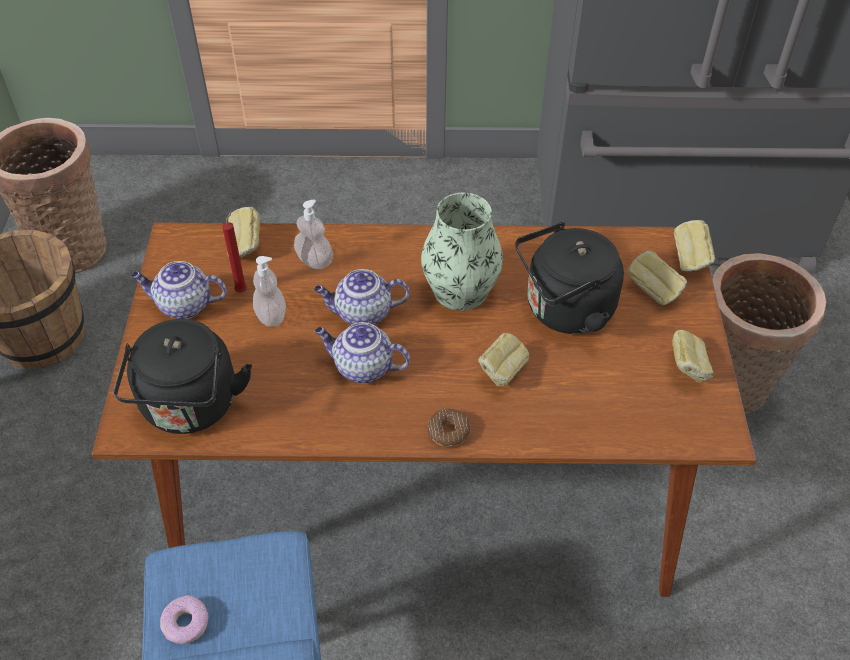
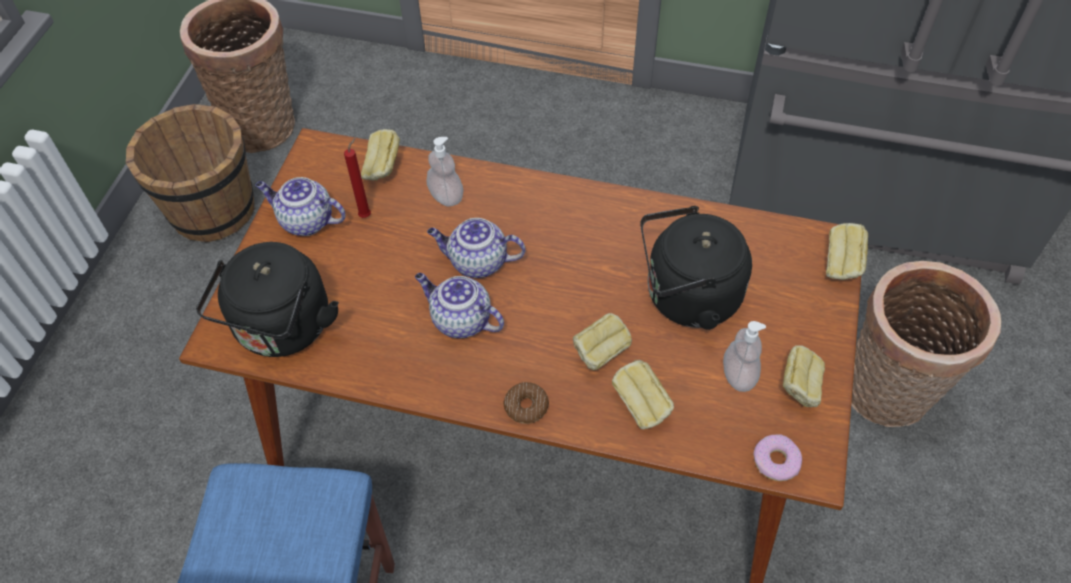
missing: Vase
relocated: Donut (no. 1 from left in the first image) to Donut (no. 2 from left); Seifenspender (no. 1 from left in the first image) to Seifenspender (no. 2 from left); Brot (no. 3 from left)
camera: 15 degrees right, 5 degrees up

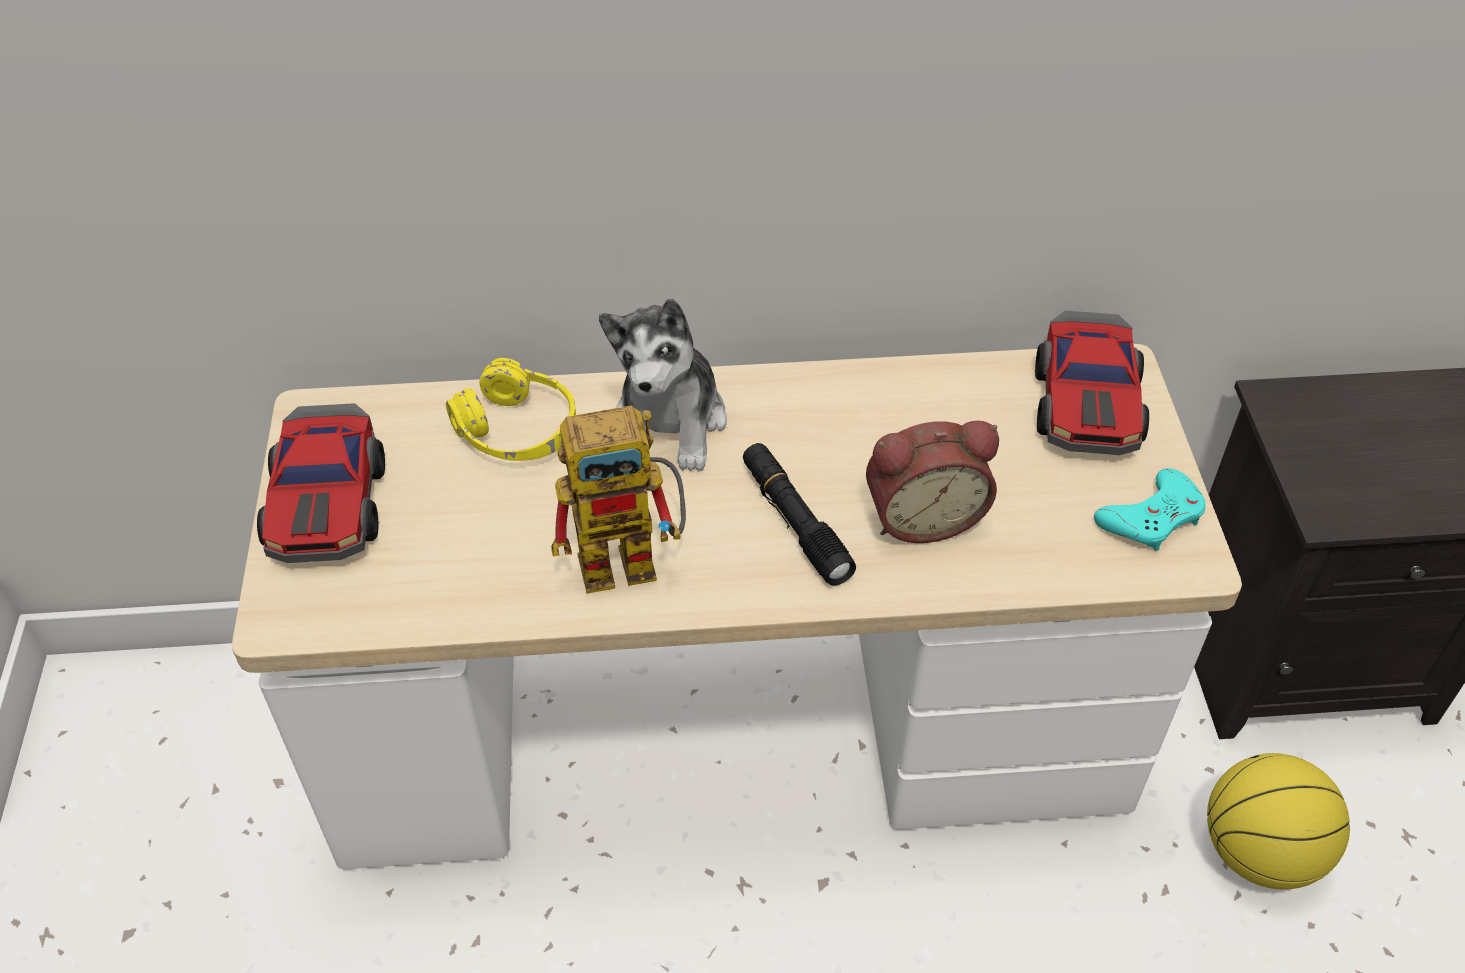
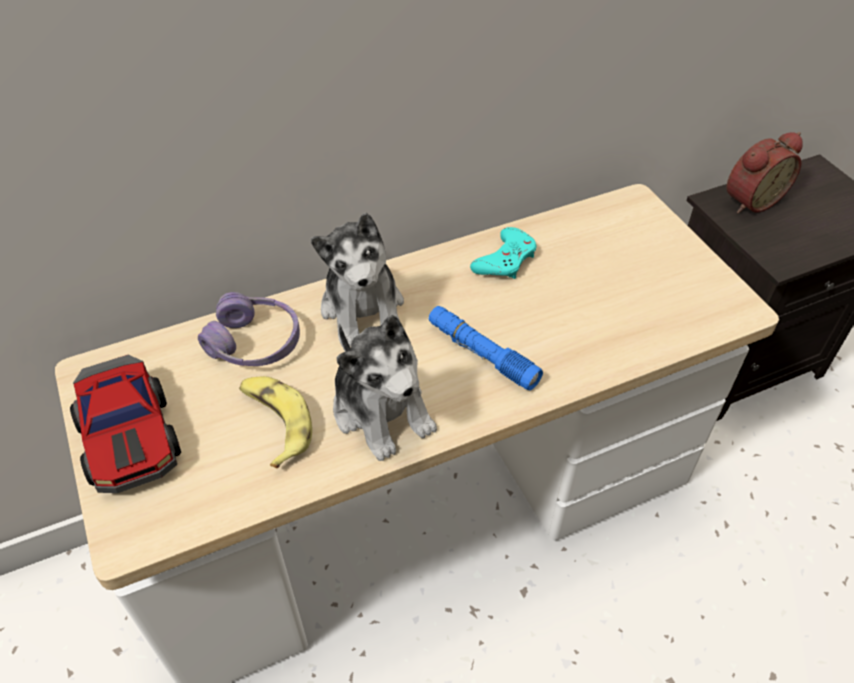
missing: Spielzeugauto (no. 2 from left); Basketball
appeared: Banane
relocated: Wecker; Gamepad/türkis
exchanged: Spielzeugroboter to Plüschtier (no. 2 from left)
colour: Kopfhörer/gelb to Kopfhörer/lila; Taschenlampe/schwarz to Taschenlampe/blau
camera: 20 degrees left, 0 degrees up

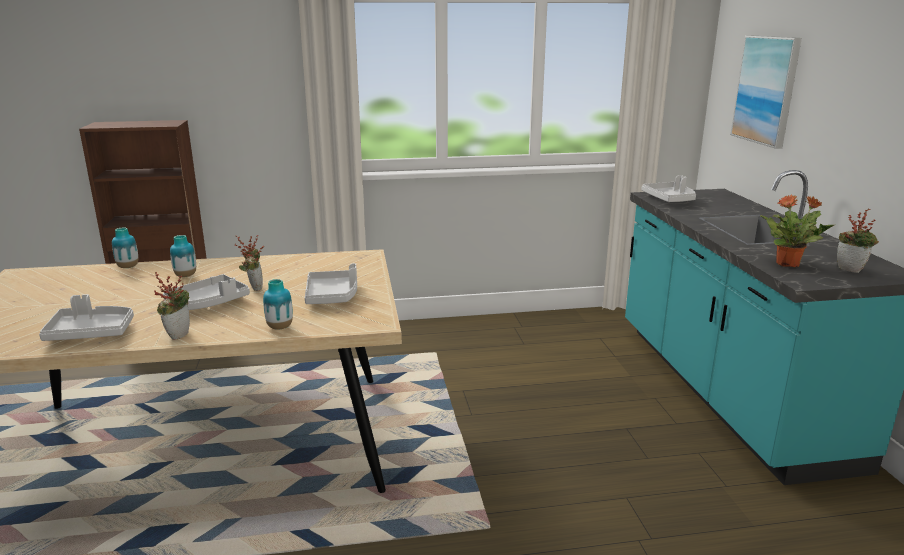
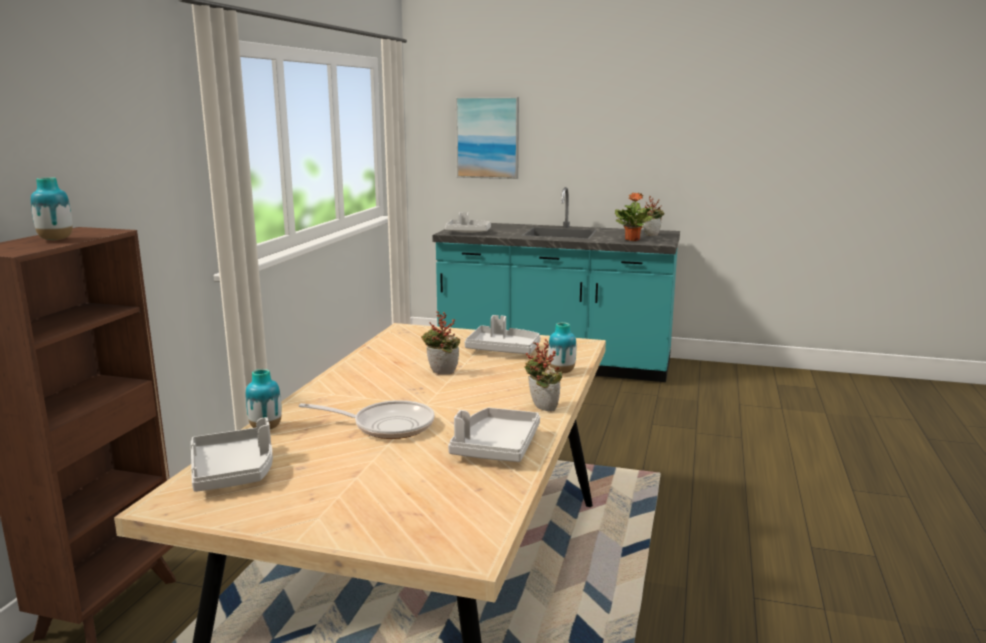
appeared: Pfanne
relocated: Tablett/grau (no. 2 from left in the first image) to Tablett/grau (no. 1 from left); Vase (no. 2 from left in the first image) to Vase (no. 1 from left)
camera: 65 degrees left, 5 degrees down

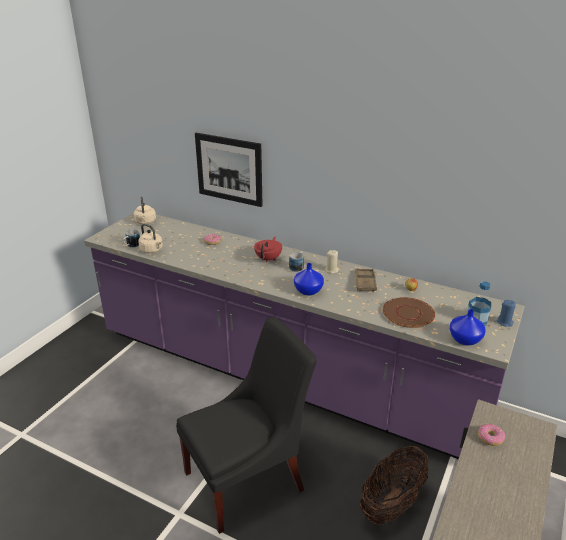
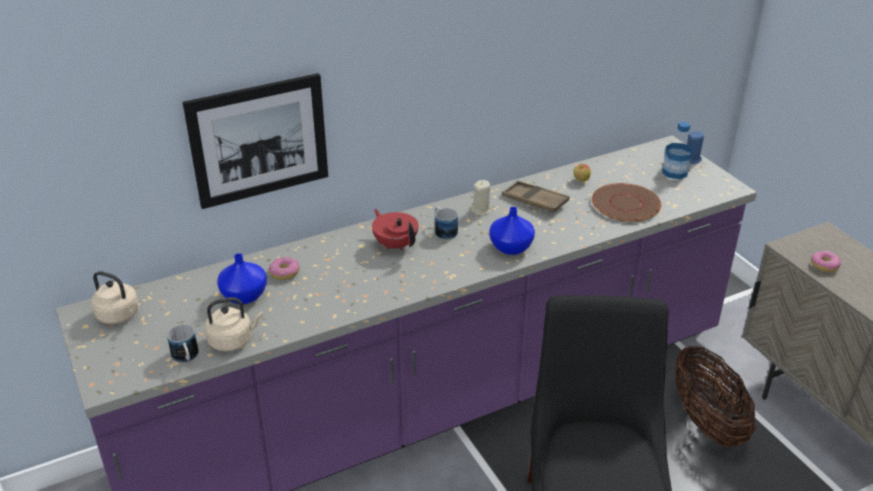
relocated: Vase/blau (no. 2 from left in the first image) to Vase/blau (no. 1 from left)
camera: 55 degrees left, 5 degrees up

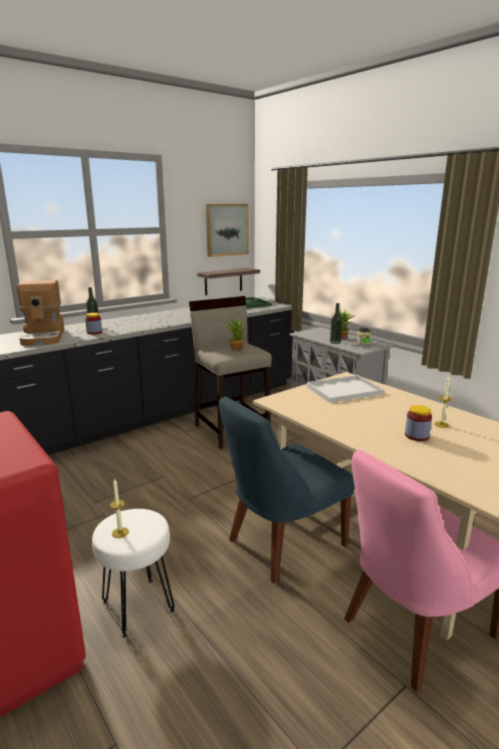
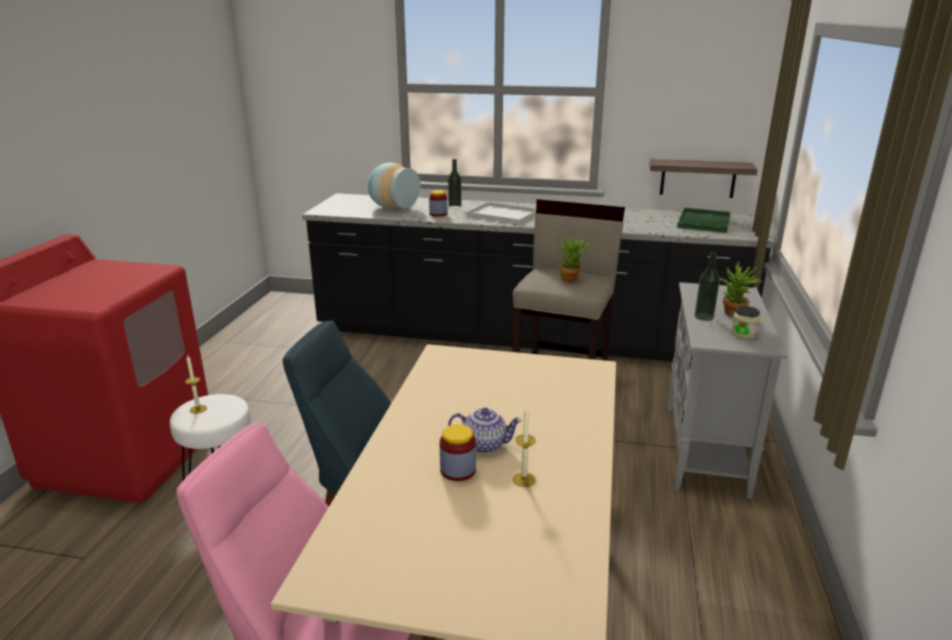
missing: Bild
appeared: Teekanne
relocated: Tablett/weiß
exchanged: Kaffeemaschine to Vase
camera: 50 degrees right, 5 degrees up

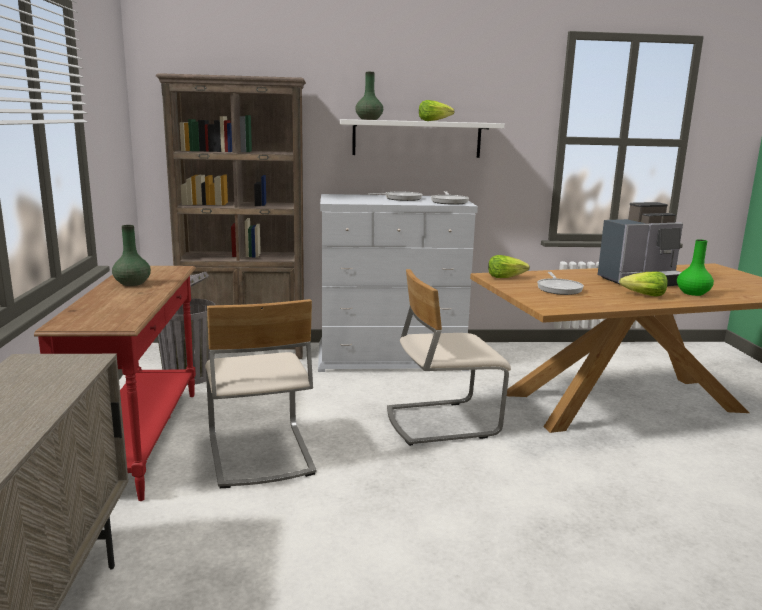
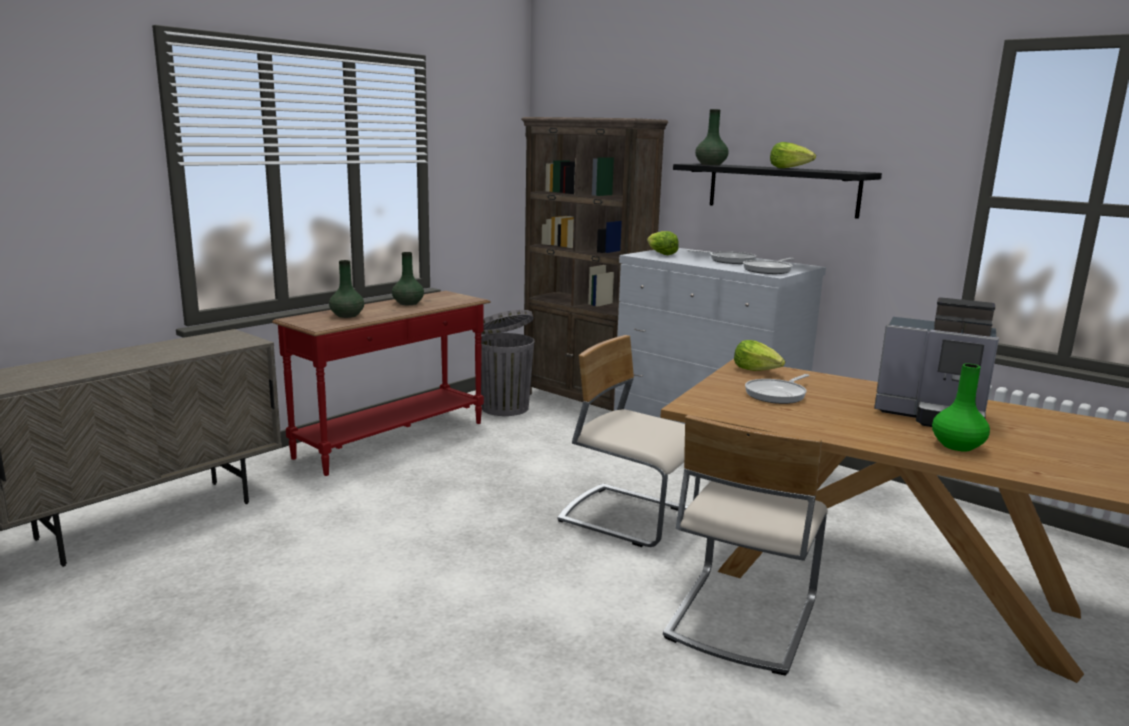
appeared: Vase/grün (no. 1 from left)
relocated: Stuhl/beige (no. 1 from left in the first image) to Stuhl/beige (no. 2 from left); Salatkopf (no. 3 from left in the first image) to Salatkopf (no. 1 from left)
colour: Wandregal/weiß to Wandregal/schwarz
camera: 45 degrees right, 0 degrees up

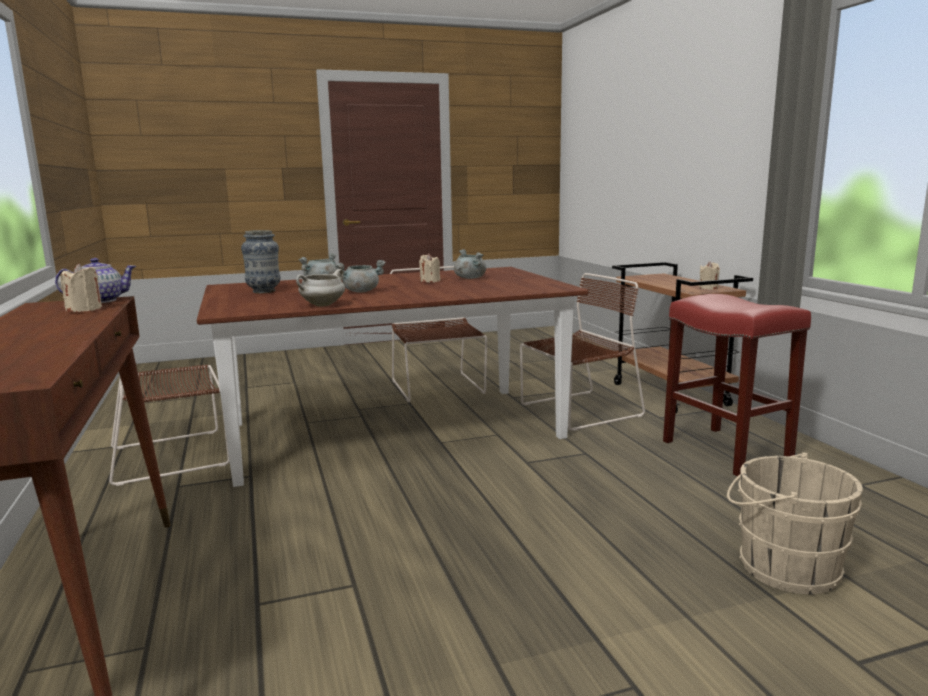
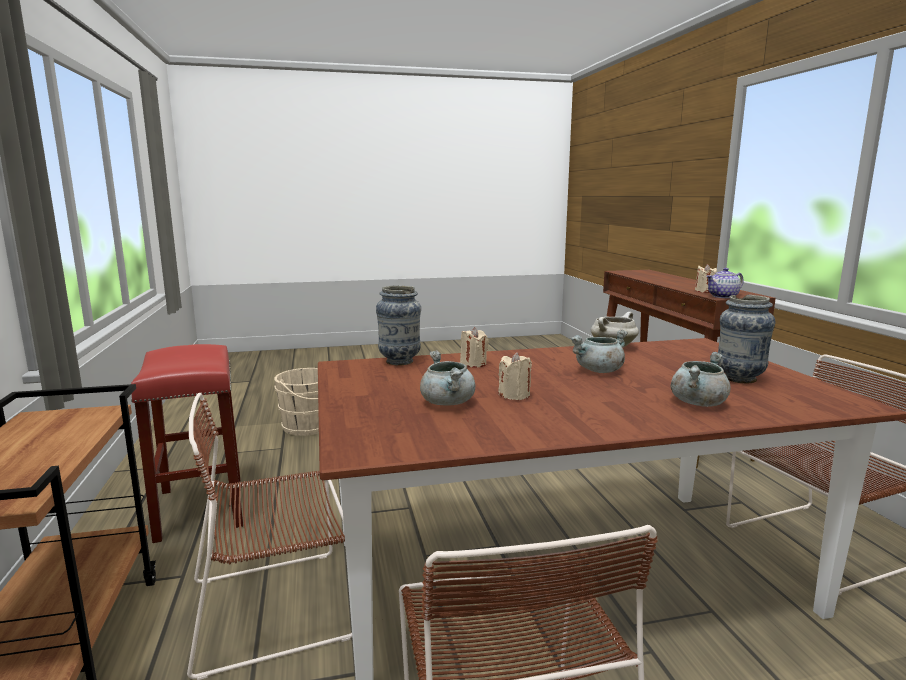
appeared: Vase (no. 1 from left)
relocated: Kerze/beige (no. 3 from left in the first image) to Kerze/beige (no. 1 from left)
camera: 175 degrees left, 0 degrees up

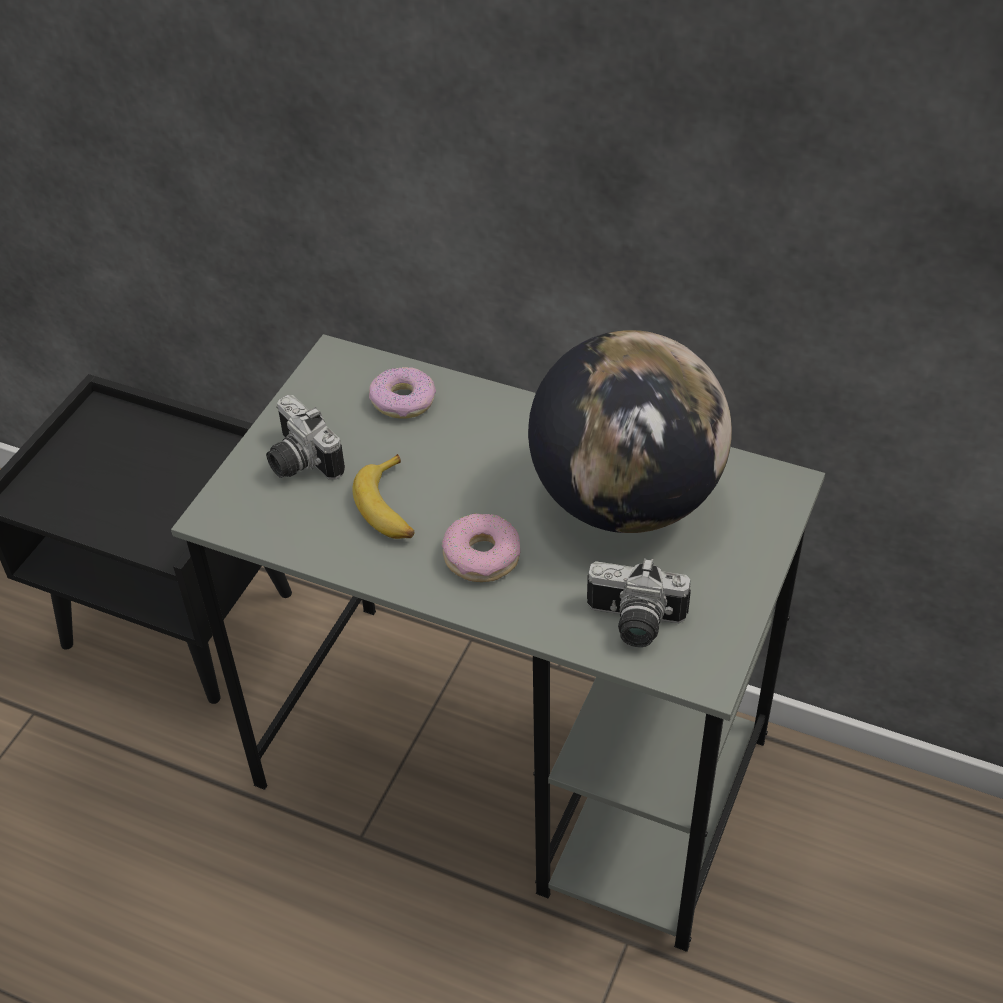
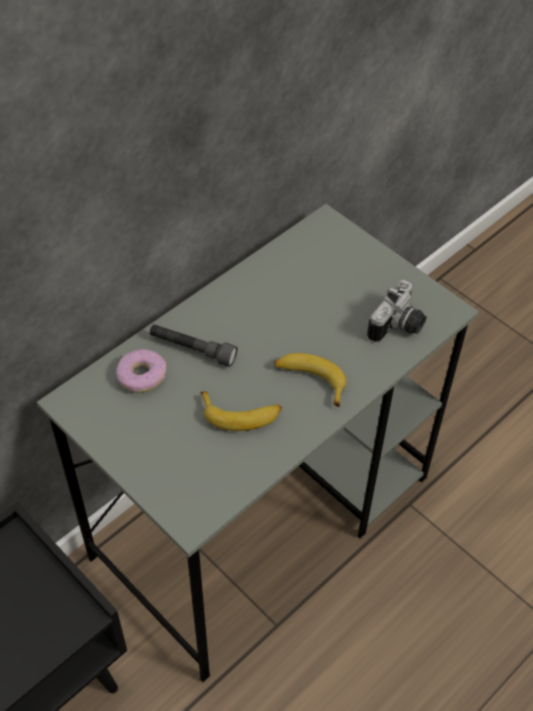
missing: Kamera (no. 1 from left); Globus
appeared: Taschenlampe/grau
exchanged: Donut (no. 2 from left) to Banane (no. 2 from left)
camera: 70 degrees left, 5 degrees up

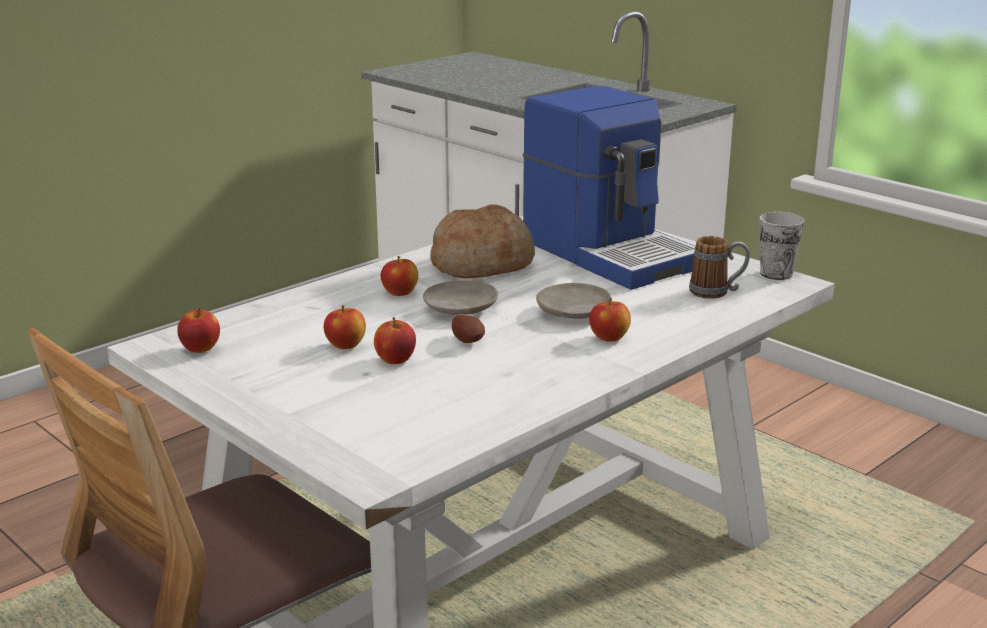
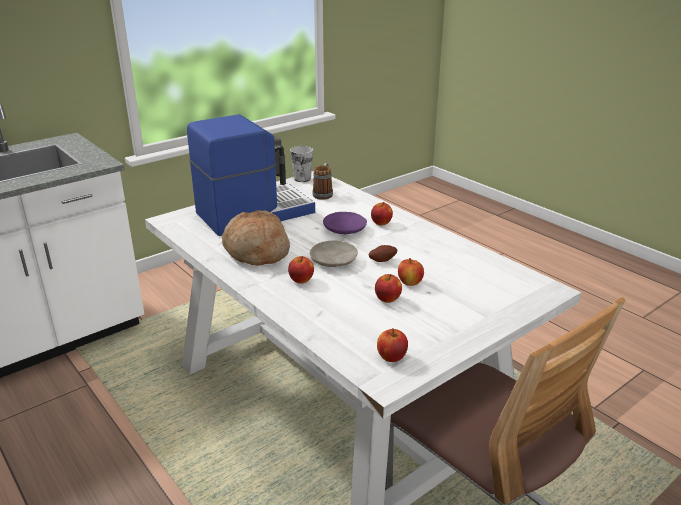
colour: Teller/beige (no. 2 from left) to Teller/lila
camera: 85 degrees left, 5 degrees up

